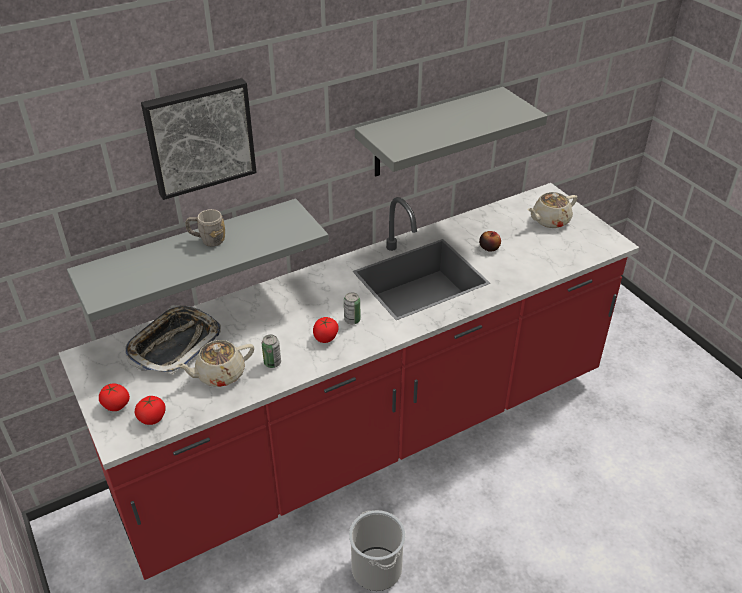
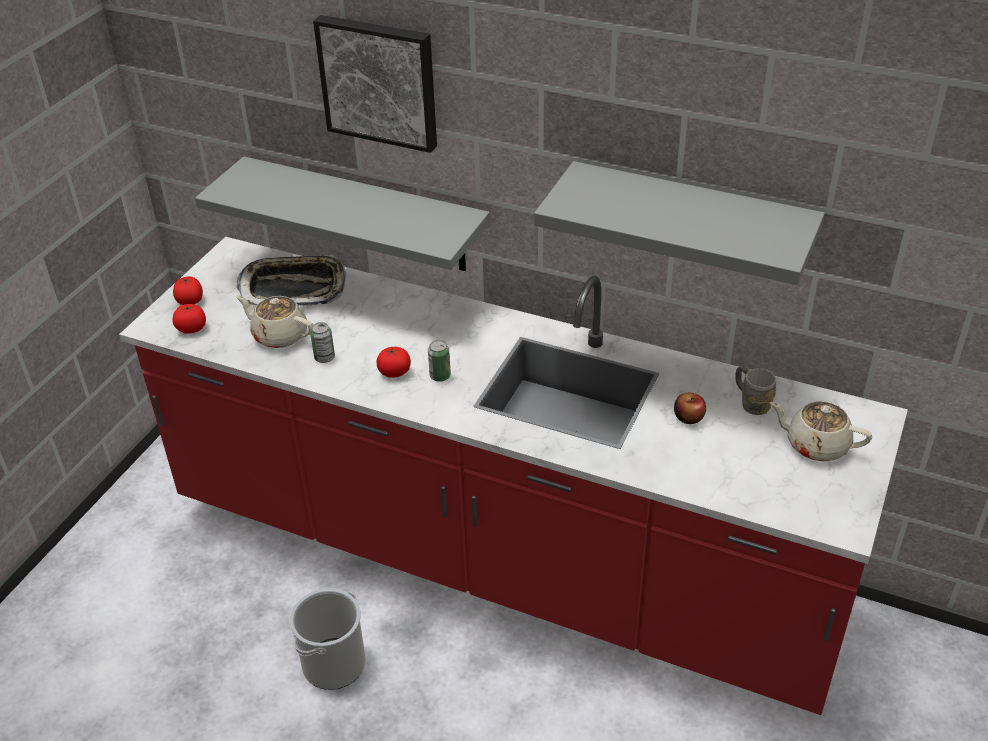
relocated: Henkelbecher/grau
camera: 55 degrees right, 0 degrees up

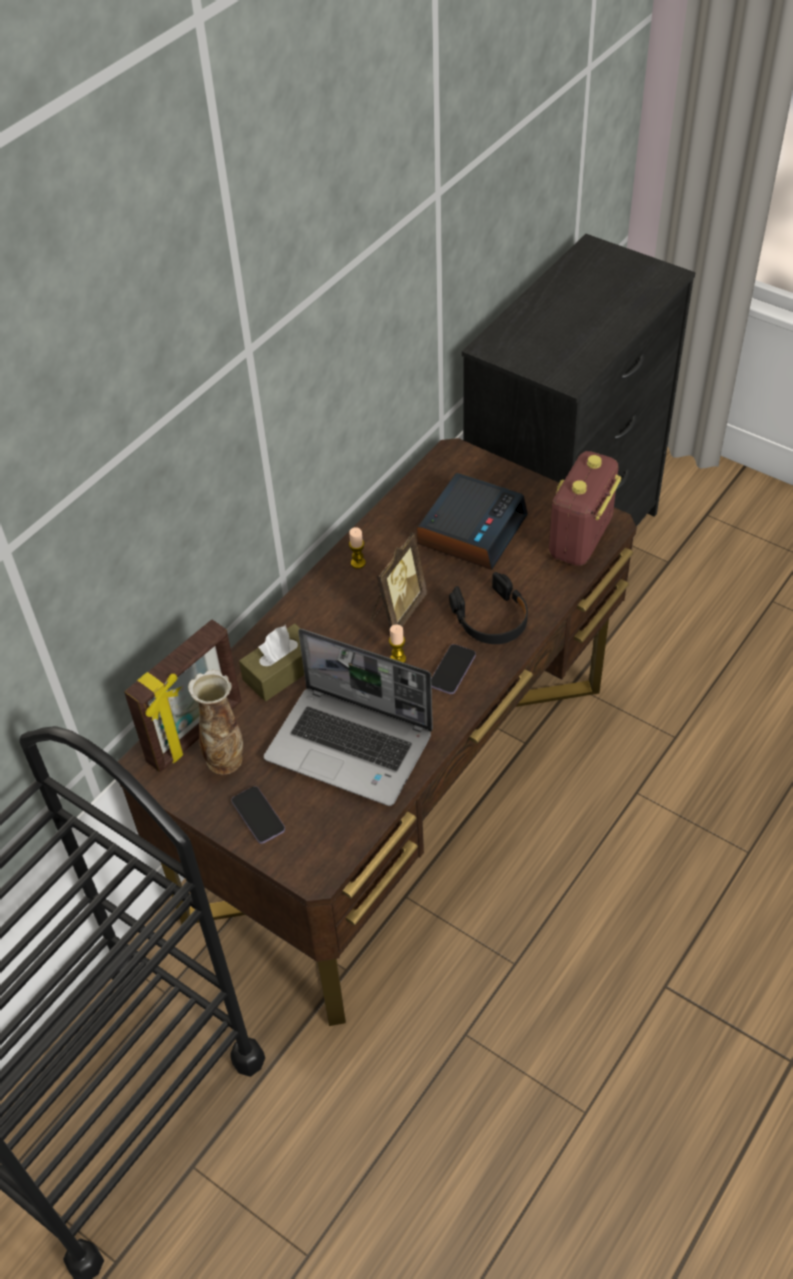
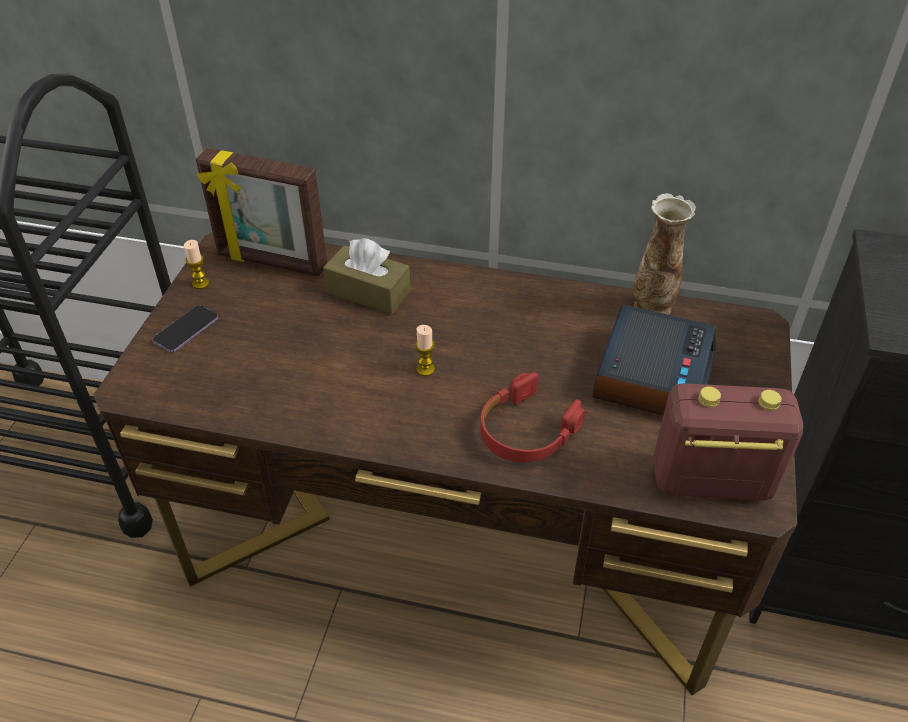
missing: Laptop; Bilderrahmen (no. 2 from left); Handy (no. 2 from left)
relocated: Vase; Kerze (no. 1 from left)
colour: Kopfhörer/schwarz to Kopfhörer/rot
spun: Wecker 75 degrees counterclockwise
camera: 65 degrees right, 5 degrees down

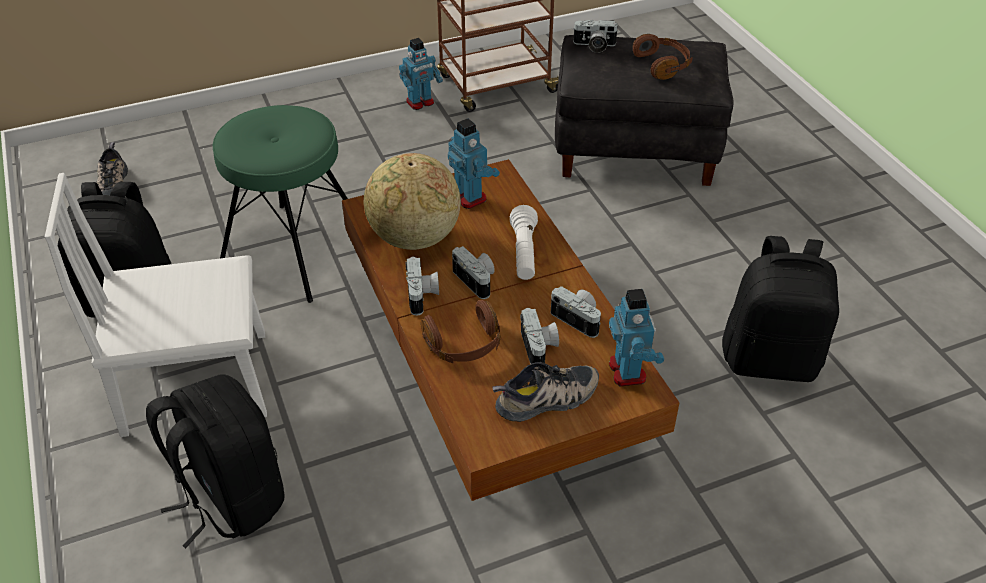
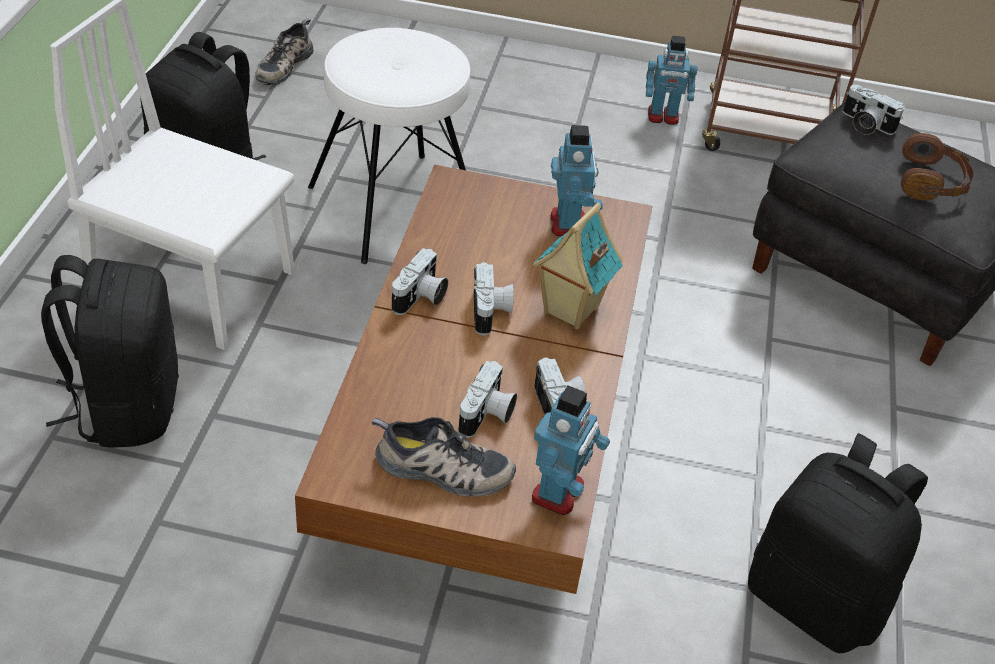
missing: Globus; Kopfhörer/braun (no. 1 from left)
exchanged: Taschenlampe/weiß to Spielzeughaus
colour: Hocker/grün to Hocker/weiß
camera: 30 degrees right, 0 degrees up

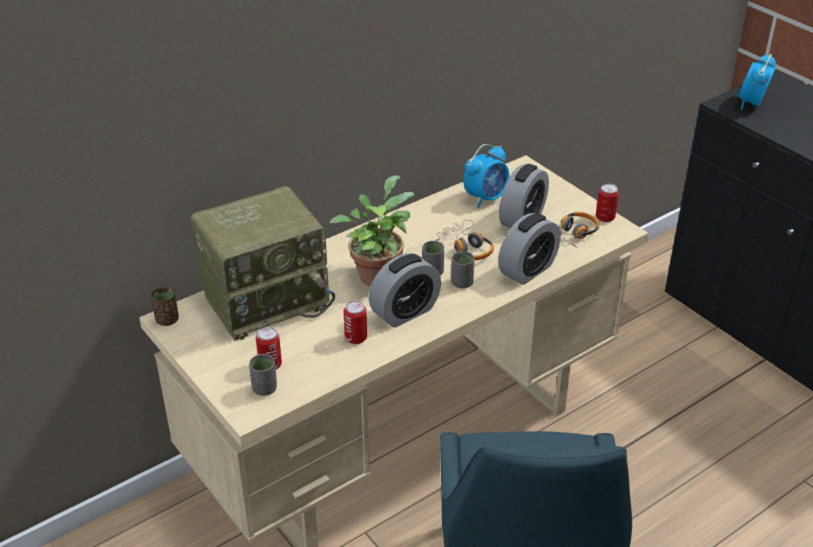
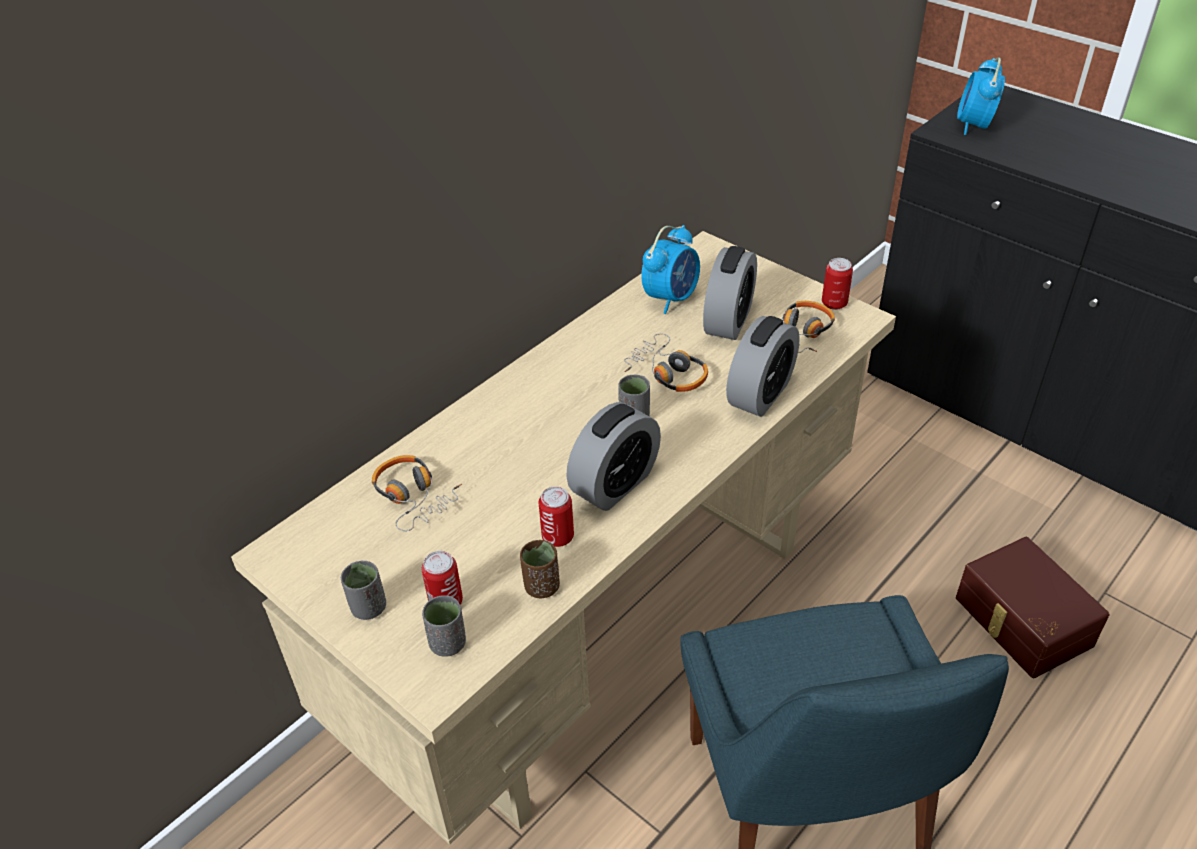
missing: Topfpflanze
appeared: Aufbewahrungsbox/braun
relocated: Tasse/braun; Tasse/grau (no. 3 from left in the first image) to Tasse/grau (no. 1 from left)
exchanged: Radio to Kopfhörer (no. 1 from left)
camera: 10 degrees left, 5 degrees up

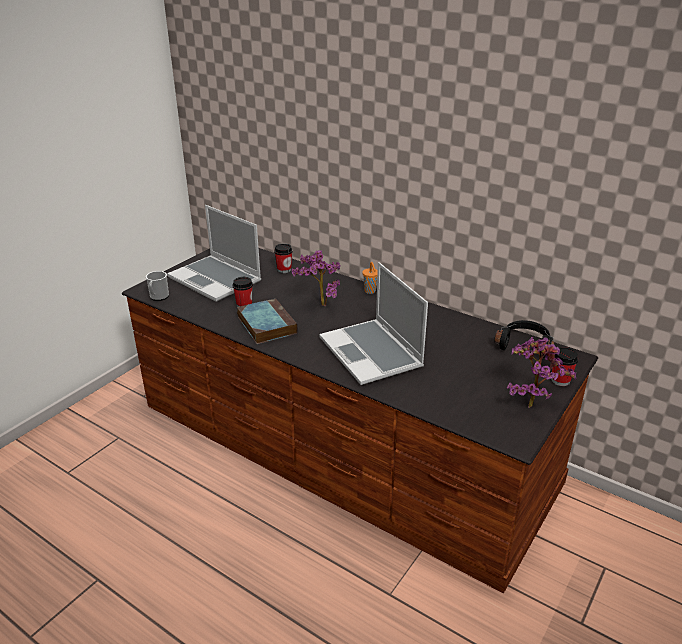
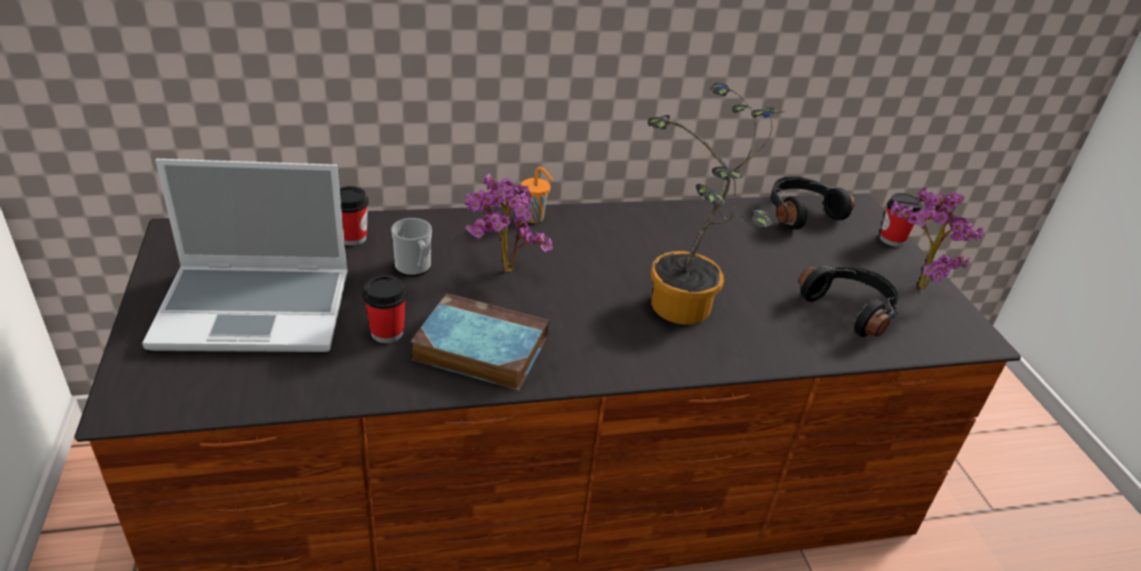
appeared: Kopfhörer/schwarz (no. 2 from left)
relocated: Henkelbecher
exchanged: Laptop (no. 2 from left) to Topfpflanze (no. 2 from left)
camera: 50 degrees left, 5 degrees up

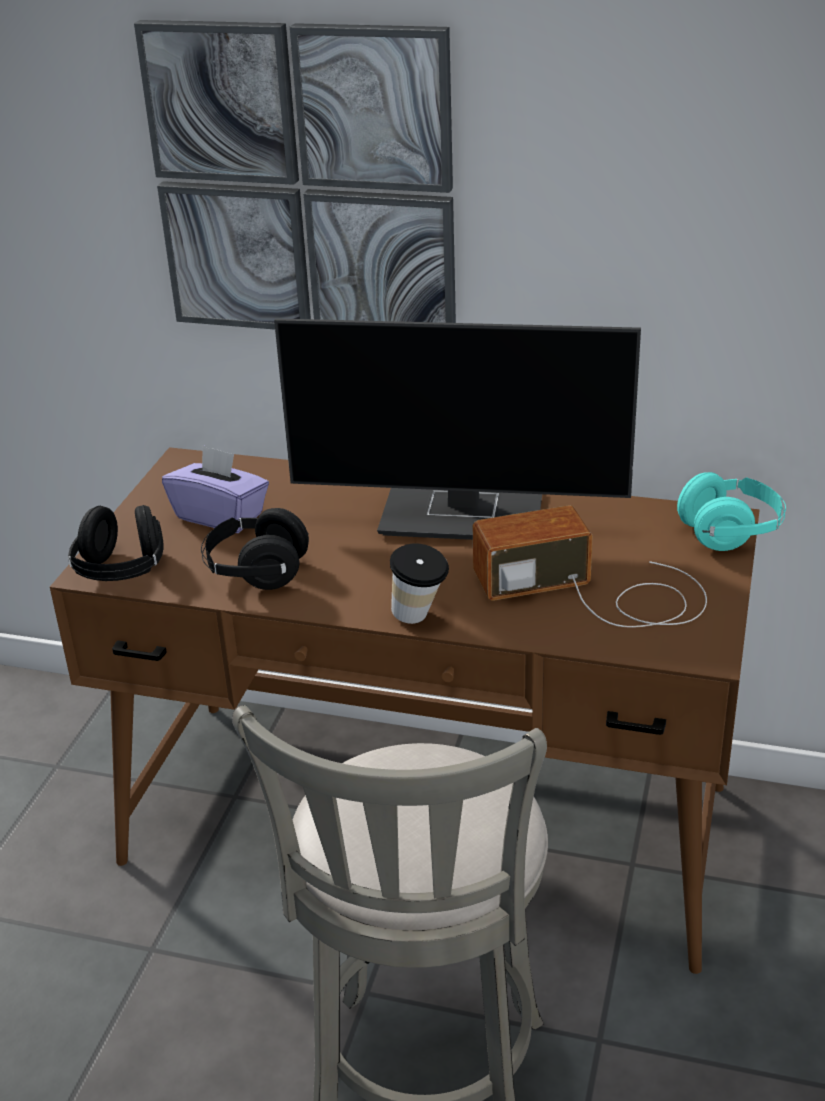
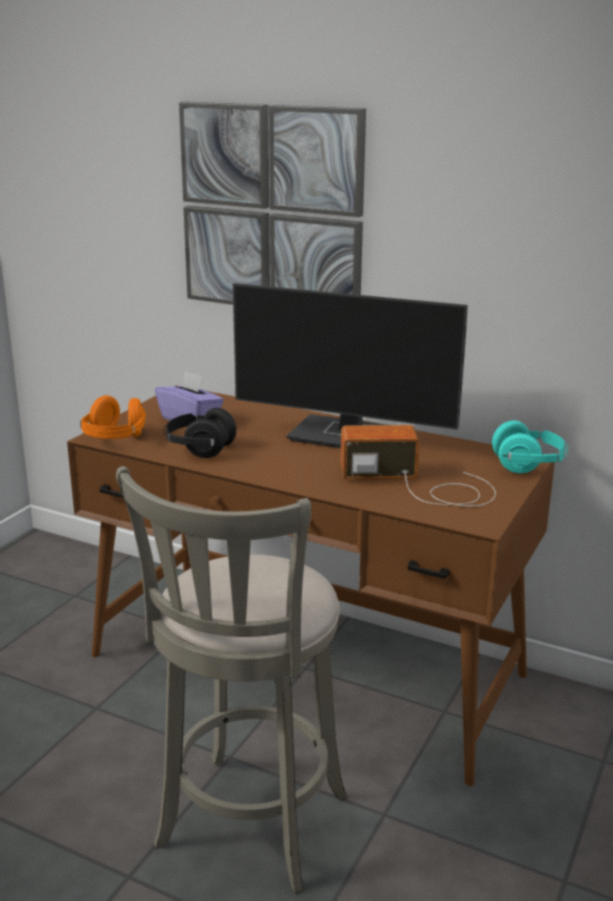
missing: Tasse
colour: Kopfhörer/schwarz (no. 1 from left) to Kopfhörer/orange
camera: 10 degrees right, 10 degrees down

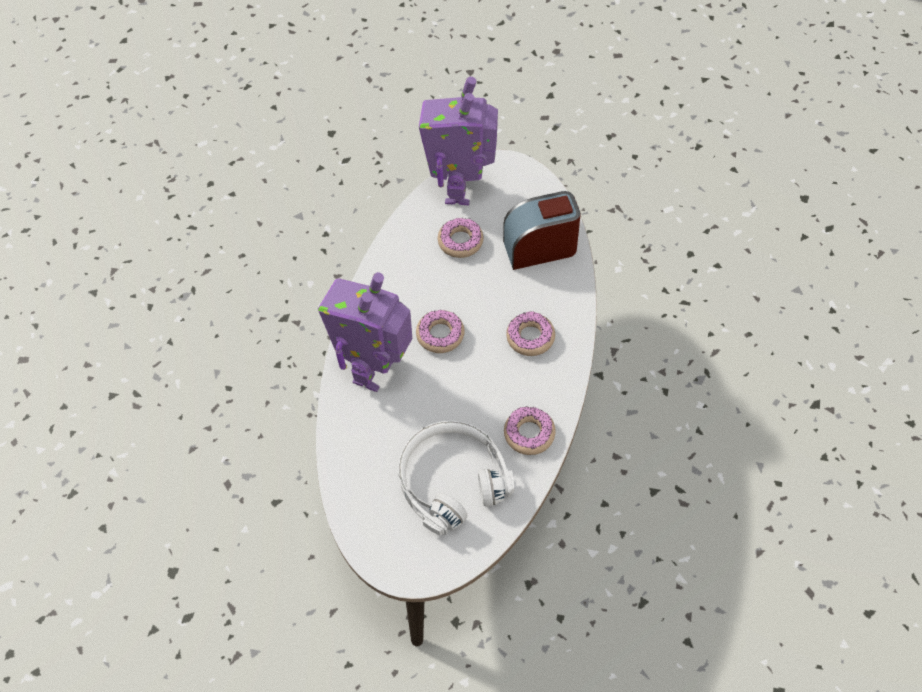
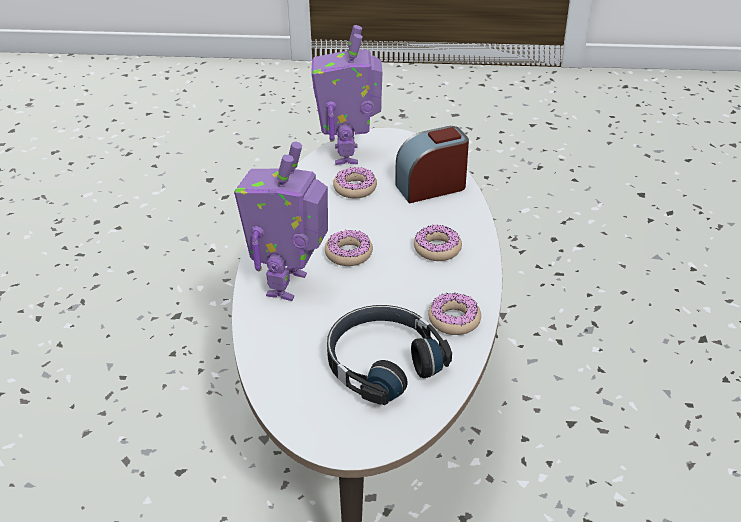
colour: Kopfhörer/weiß to Kopfhörer/schwarz
camera: 10 degrees left, 20 degrees down

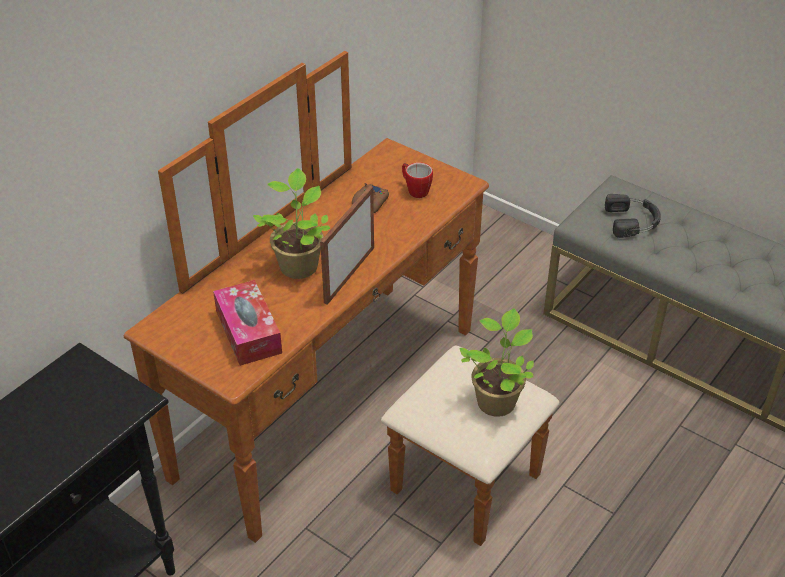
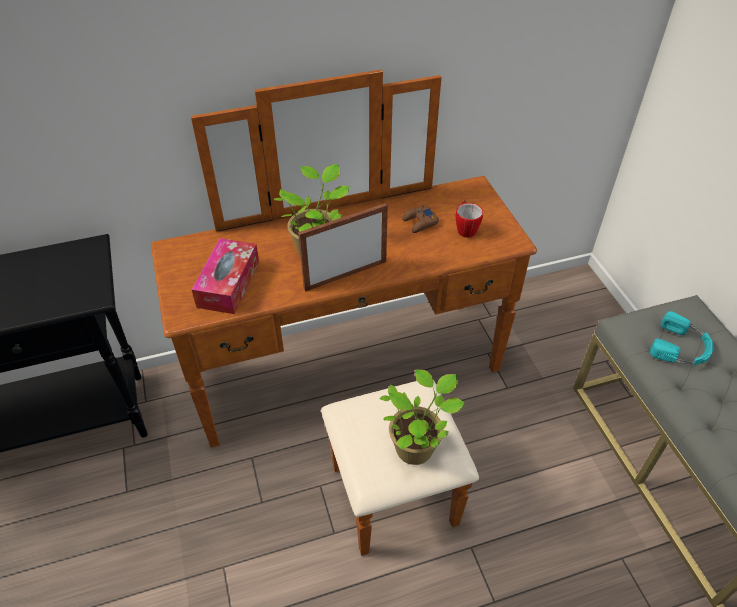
colour: Kopfhörer/schwarz to Kopfhörer/türkis
camera: 35 degrees right, 5 degrees up

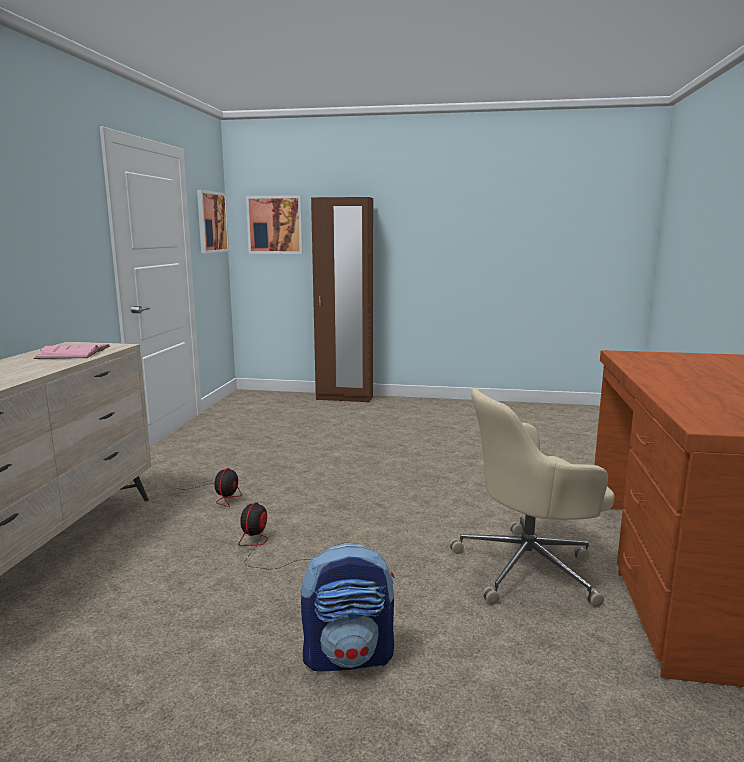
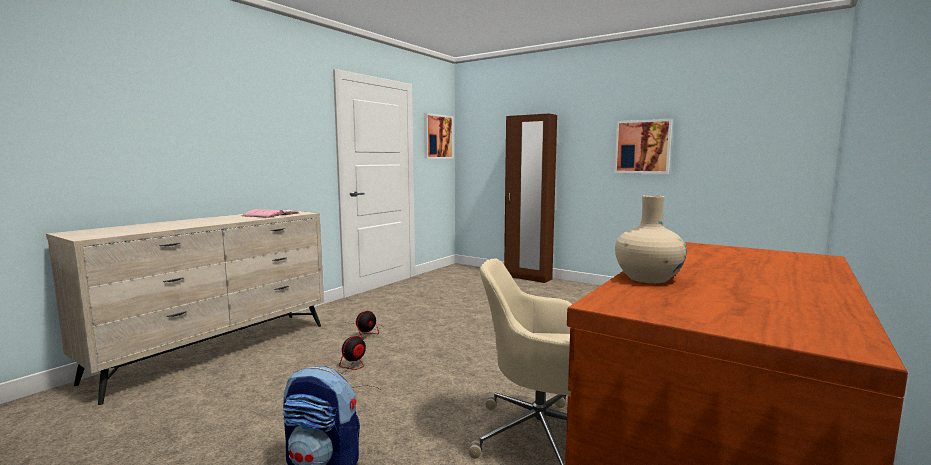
appeared: Vase/beige
relocated: Bild (no. 2 from left)
camera: 25 degrees right, 5 degrees down

